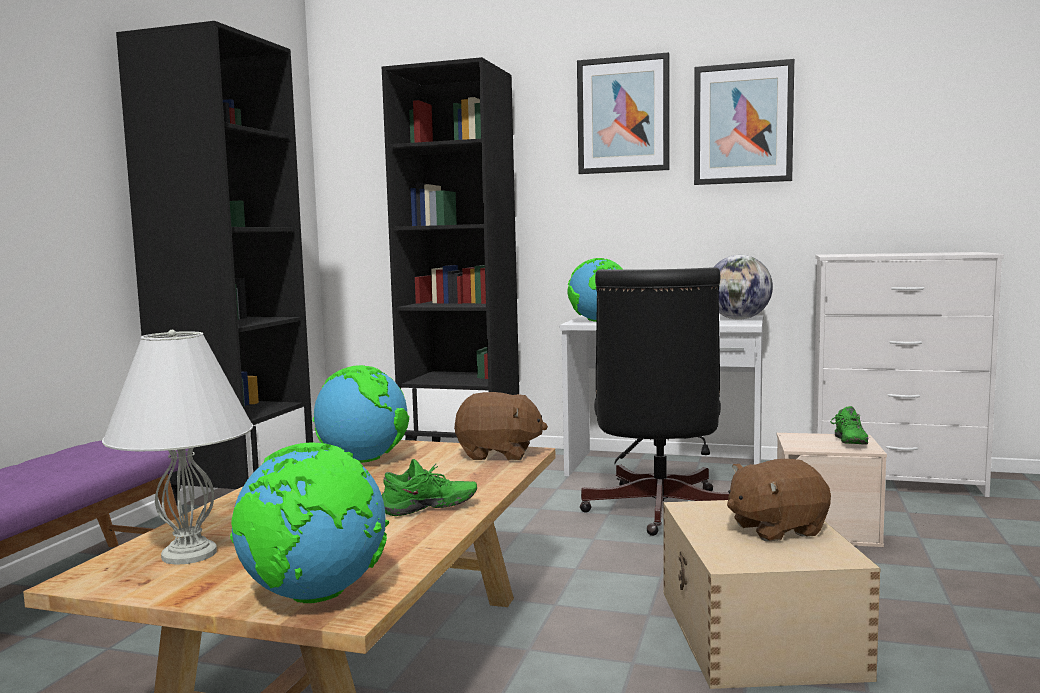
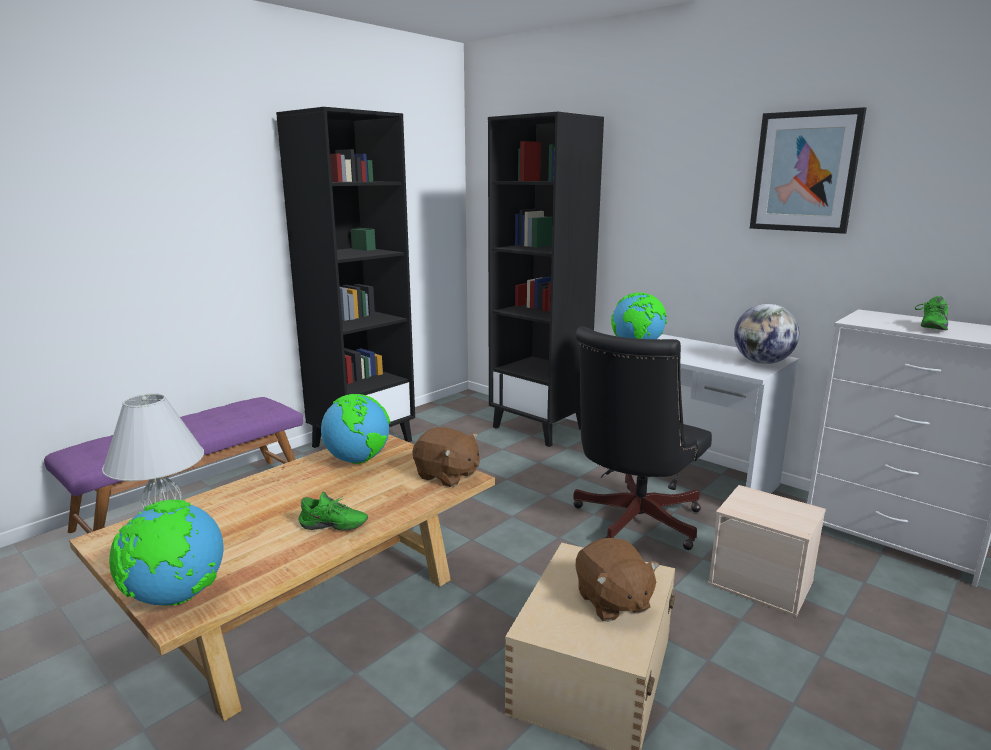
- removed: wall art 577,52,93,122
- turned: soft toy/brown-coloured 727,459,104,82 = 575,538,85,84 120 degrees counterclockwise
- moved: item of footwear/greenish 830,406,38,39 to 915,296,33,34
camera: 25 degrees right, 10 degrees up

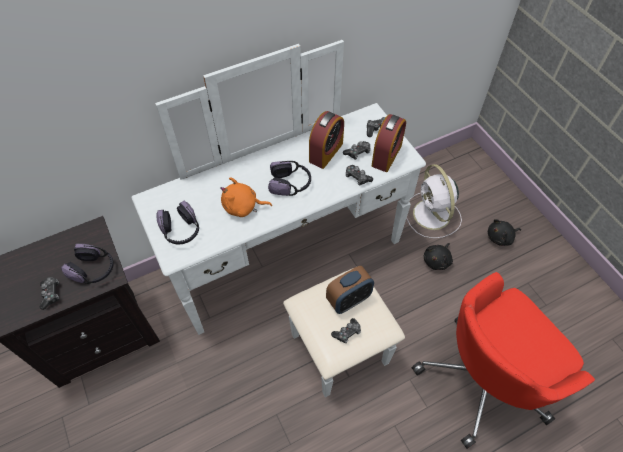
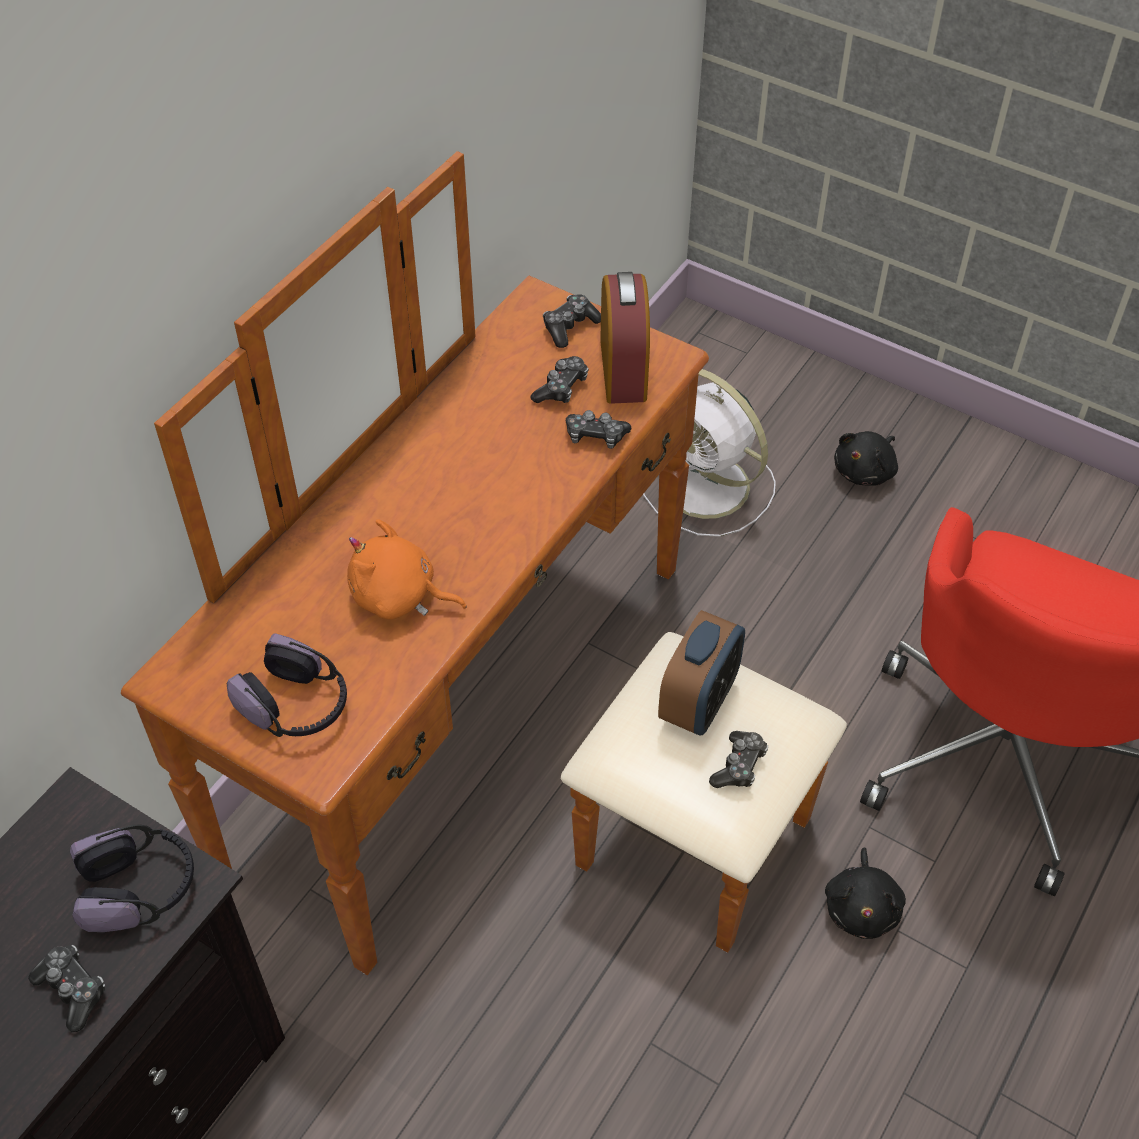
- recoloured: dresser/white-coloured 131,40,295,357 to dresser/brown-coloured 121,151,726,824
- turned: soft toy/orange-coloured 220,177,52,40 = 347,519,120,100 45 degrees clockwise
- removed: headset 268,161,43,35
- removed: bedside clock 309,111,35,58
- moved: soft toy/black 424,243,29,27 to 825,848,81,91
camera: 30 degrees left, 5 degrees down

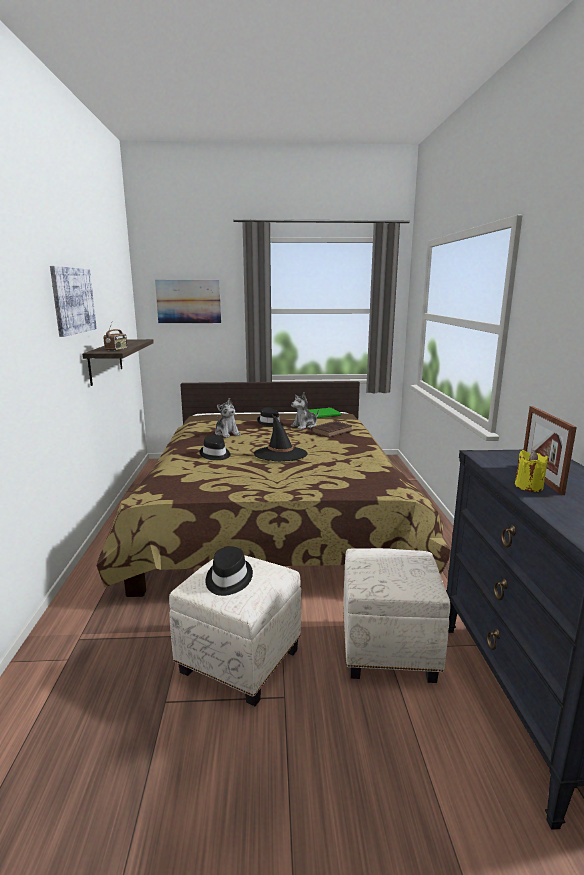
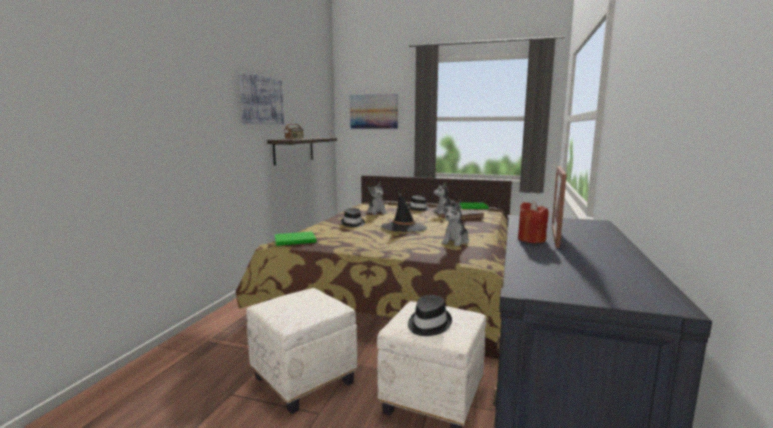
- moved: hat/black 205,547,48,49 to 408,295,44,41
- recoloured: wax candle/yellow 515,450,33,42 to wax candle/red-coloured 518,201,30,42
- added: bound book/greenish 274,231,43,15
- added: soft toy 442,202,27,44
camera: 20 degrees right, 5 degrees down

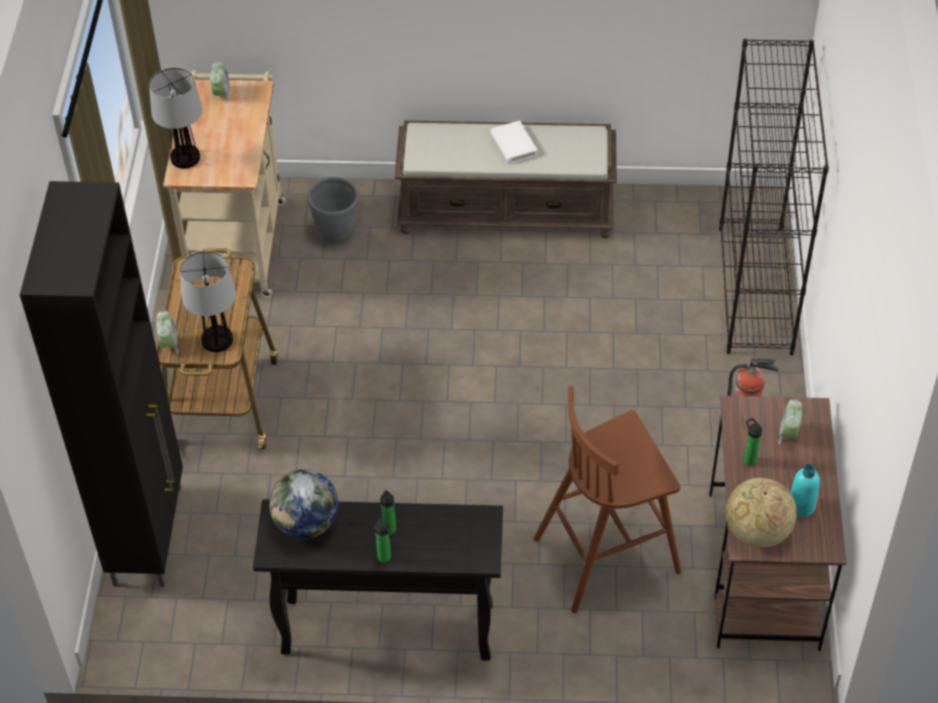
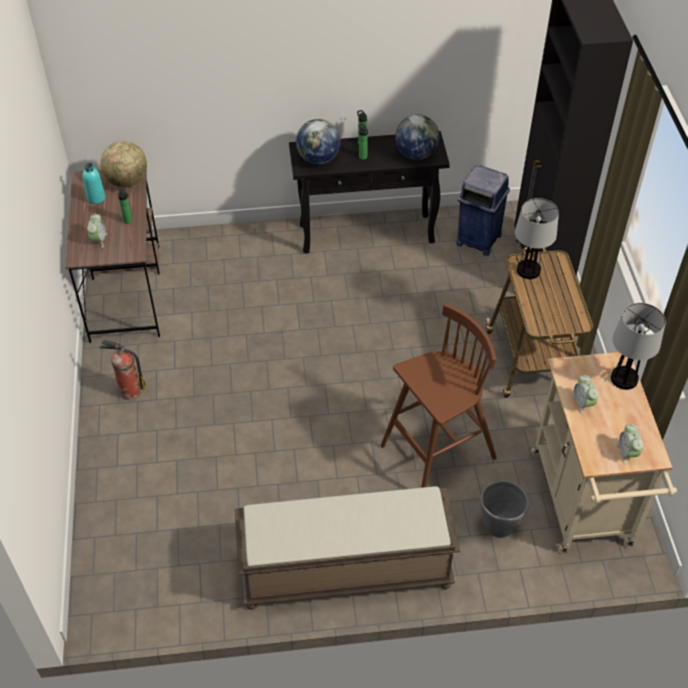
- moved: bedside clock 156,311,22,43 to 571,375,28,40
- removed: bound book/white-coloured 490,120,48,44
- moved: stool seat/brown-coloured 534,386,147,227 to 380,303,117,185
- removed: shelving unit/black 719,39,110,316
- added: globe 296,119,44,46
- added: rubbish bin/bluish 456,165,54,91
camera: 170 degrees right, 0 degrees up

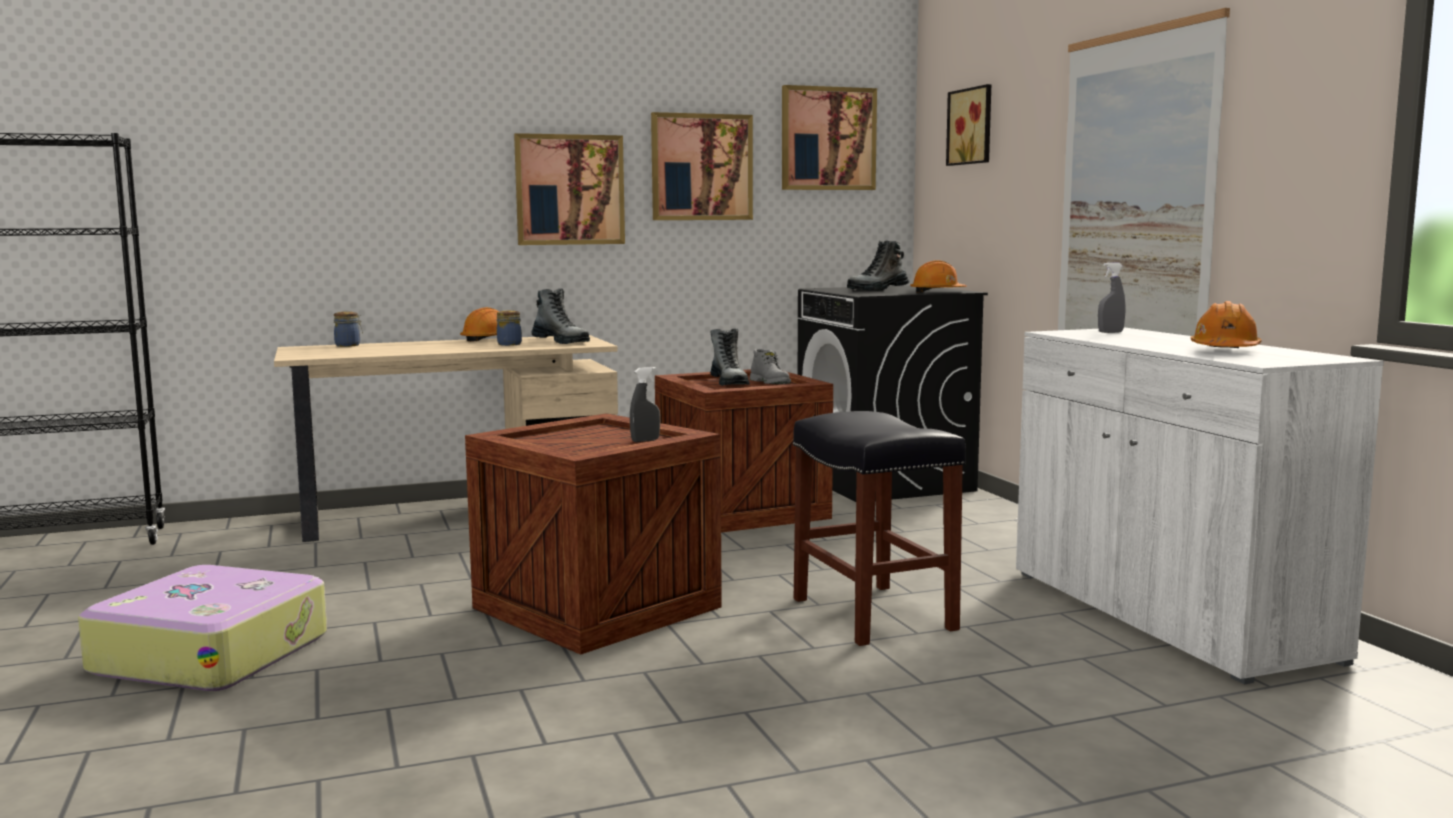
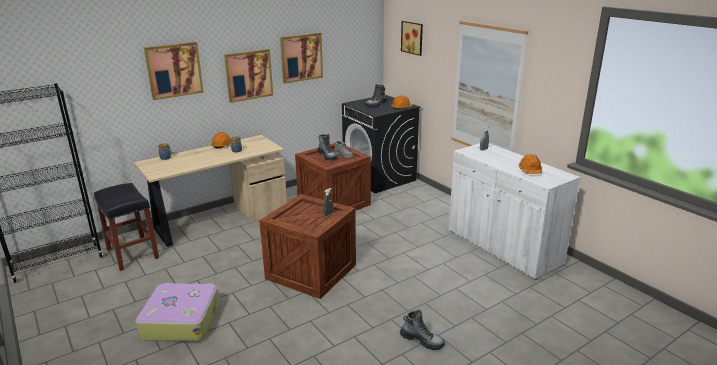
- moved: boot 532,288,58,56 to 400,309,45,41
- moved: wall art 782,85,95,105 to 144,42,60,58
- moved: stool seat/black 793,411,173,235 to 94,183,65,88
camera: 15 degrees left, 15 degrees up

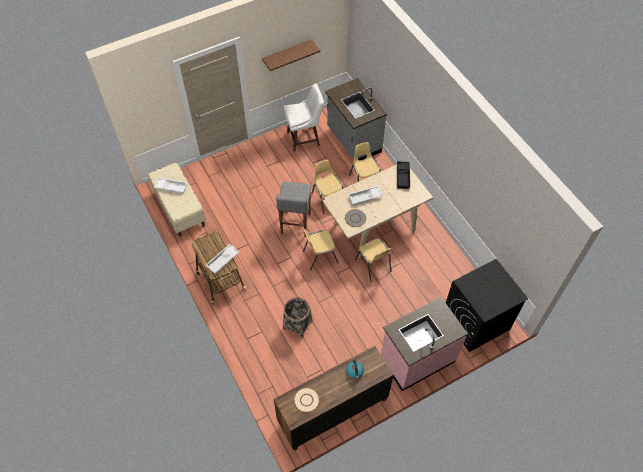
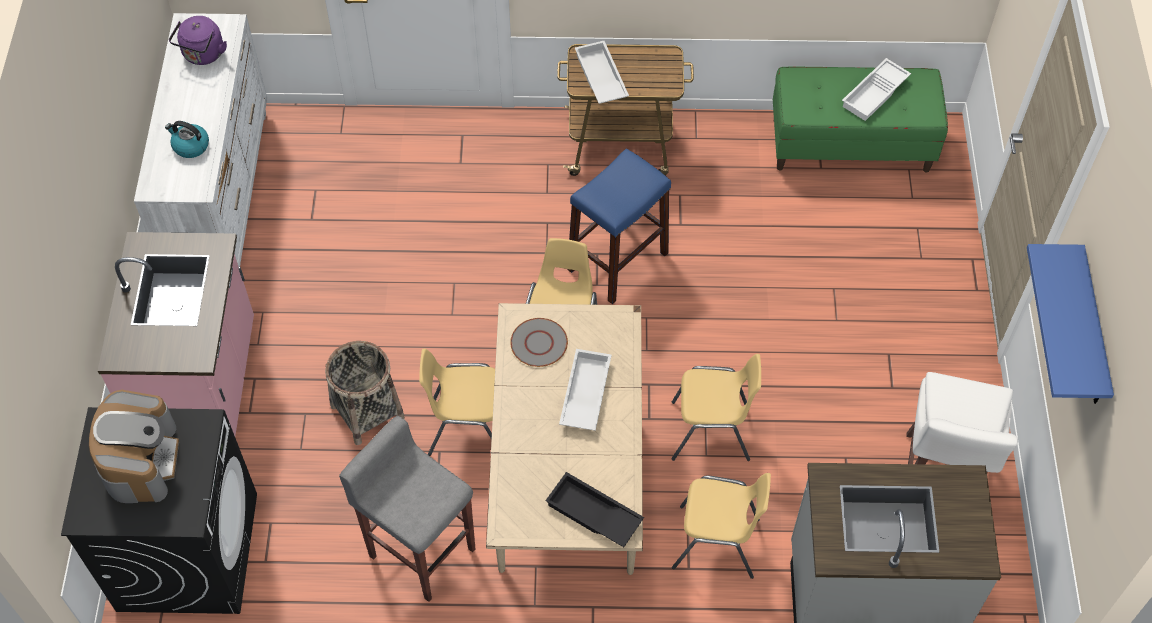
- recoloured: long seat/beige 148,162,58,75 to long seat/greenish 773,66,175,106
- recoloured: wall shelf/brown-coloured 262,39,58,32 to wall shelf/bluish 1027,244,87,160
- recoloured: dresser/brown-coloured 274,346,120,105 to dresser/white-coloured 134,13,133,254
- moved: stool seat/gray 276,182,35,55 to 339,416,136,186
- moved: basket 283,297,30,41 to 325,341,80,104
- replaced: flat dish/beige 294,388,26,24 to tea kettle/purple 169,16,58,49
- added: coffee brewer 89,390,90,113
- added: stool seat/bluish 567,148,104,156
camera: 120 degrees right, 0 degrees up

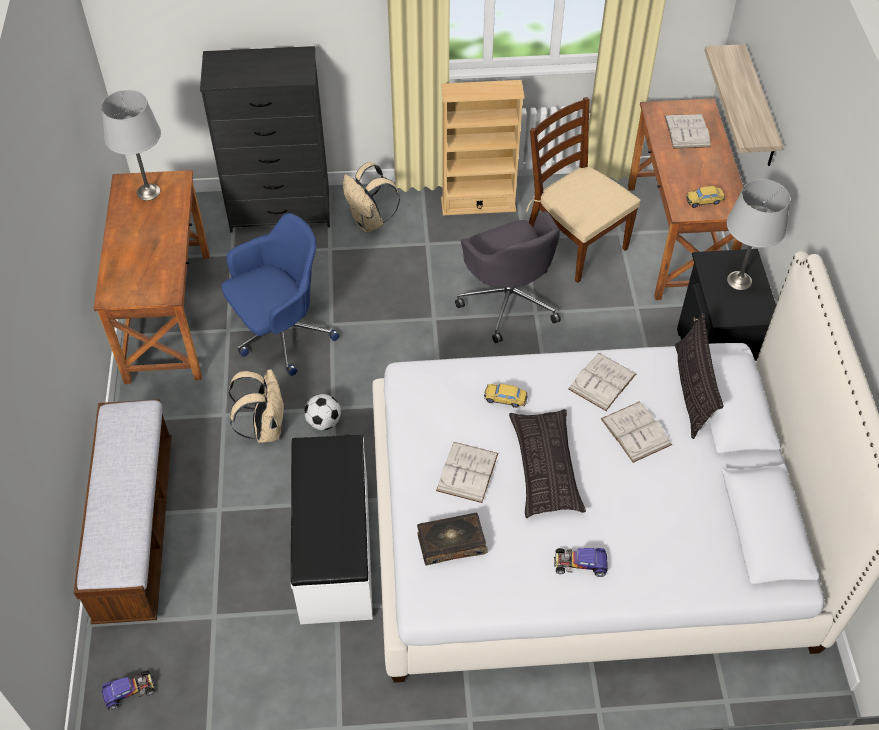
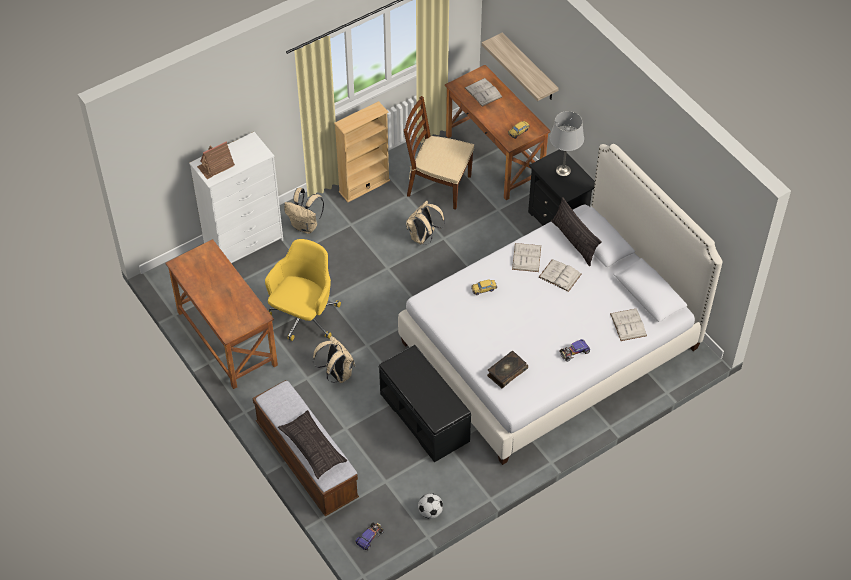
- removed: lamp for a table/gray 101,90,60,111
- recoloured: dresser/black 200,46,130,187 to dresser/white-coloured 189,132,94,131
- recoloured: office chair/bluish 221,213,119,163 to office chair/yellow 265,239,76,102
- recoloured: long seat/white-coloured 291,434,82,190 to long seat/black 379,345,92,117
- moved: football ball 304,394,37,36 to 418,493,25,26
- moved: bound book/white-coloured 436,442,62,61 to 610,309,37,32
- replaced: office chair/gray 455,211,106,132 to rucksack/beige 406,200,39,45
- moved: cushion 509,409,77,109 to 278,410,70,69
- added: toy house 197,141,38,38
camera: 30 degrees left, 0 degrees up

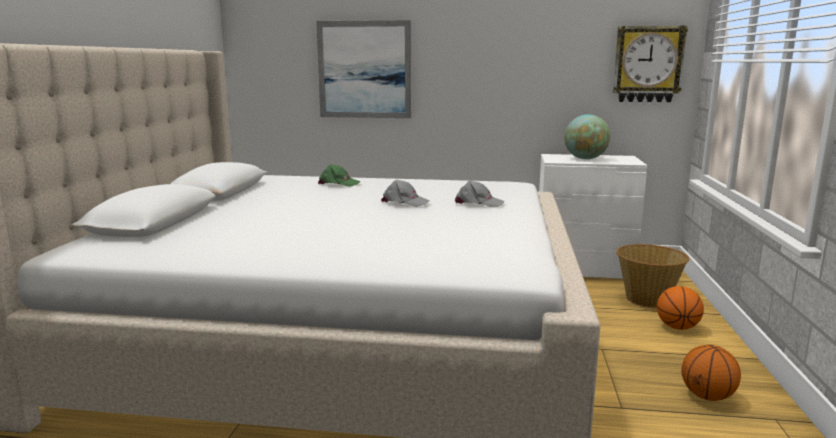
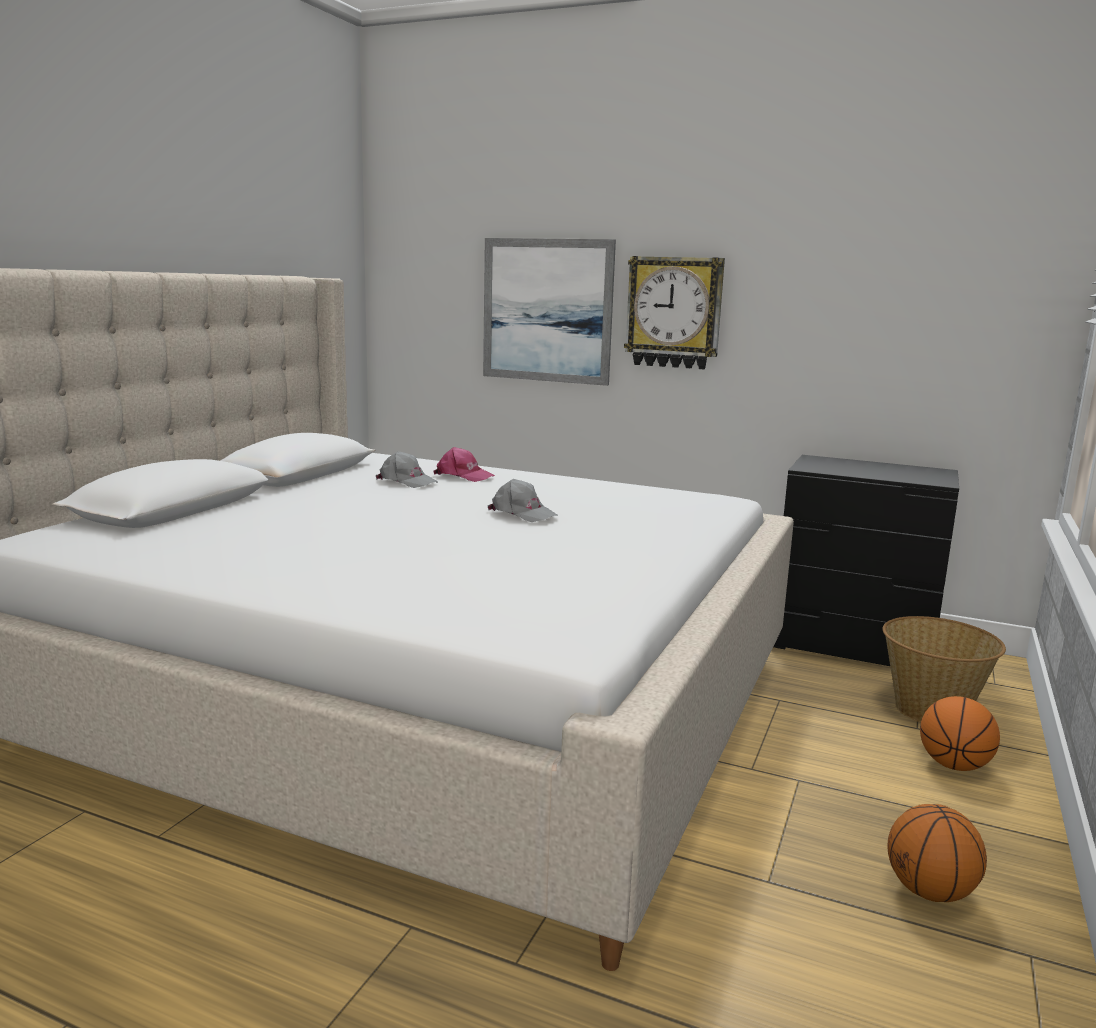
- recoloured: cap/greenish 318,164,43,23 to cap/pinkish 433,447,62,35
- moved: cap/gray 455,181,49,27 to 376,451,62,37
- recoloured: dresser/white-coloured 539,154,108,125 to dresser/black 773,455,186,211
- removed: globe 564,114,46,45
- moved: hanging clock 613,26,75,76 to 624,256,101,113
camera: 15 degrees right, 0 degrees up

